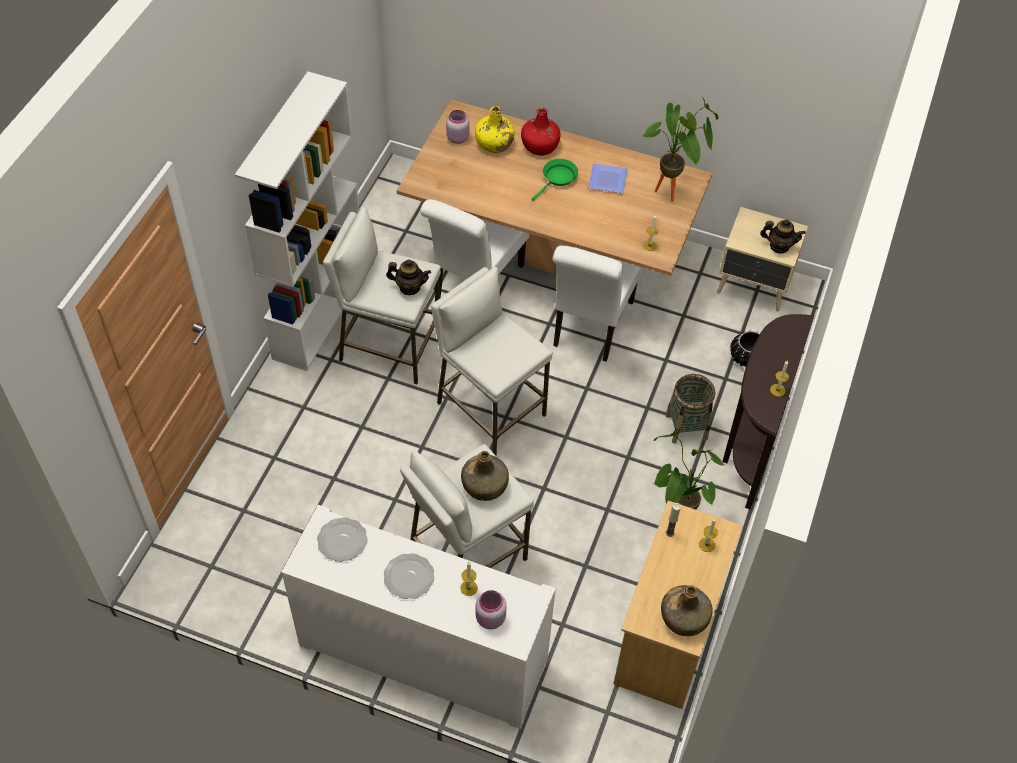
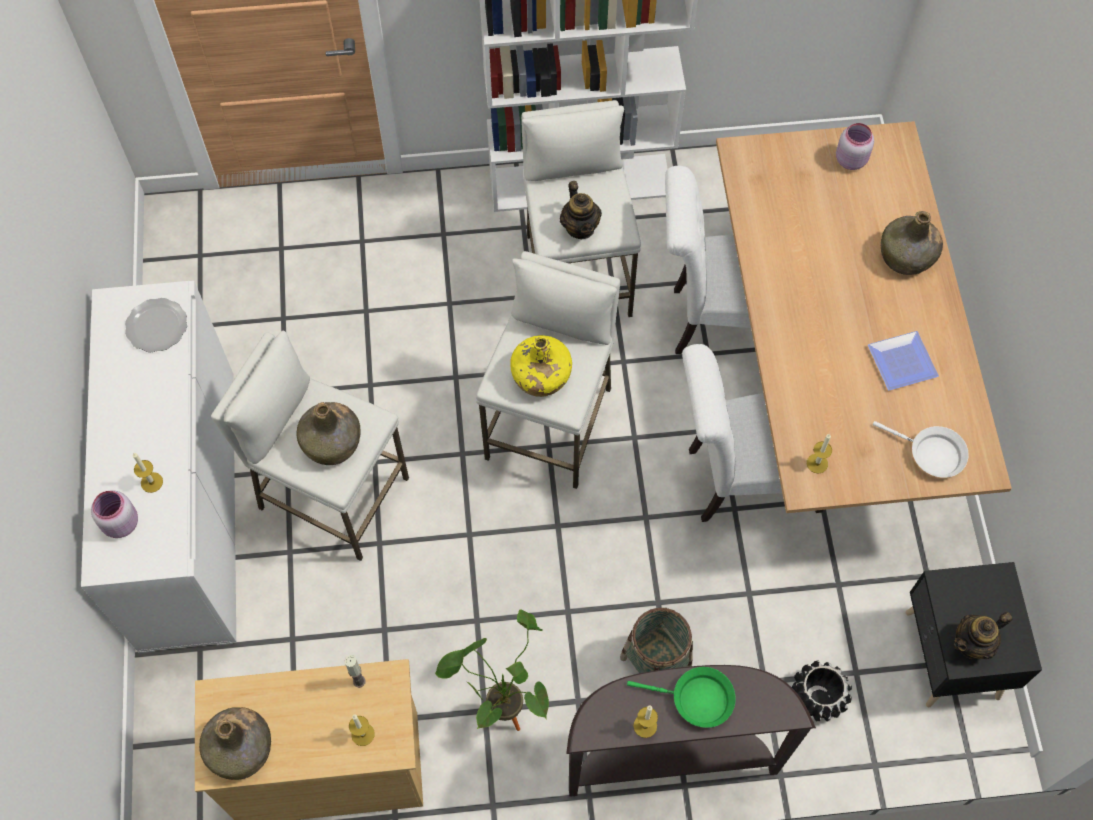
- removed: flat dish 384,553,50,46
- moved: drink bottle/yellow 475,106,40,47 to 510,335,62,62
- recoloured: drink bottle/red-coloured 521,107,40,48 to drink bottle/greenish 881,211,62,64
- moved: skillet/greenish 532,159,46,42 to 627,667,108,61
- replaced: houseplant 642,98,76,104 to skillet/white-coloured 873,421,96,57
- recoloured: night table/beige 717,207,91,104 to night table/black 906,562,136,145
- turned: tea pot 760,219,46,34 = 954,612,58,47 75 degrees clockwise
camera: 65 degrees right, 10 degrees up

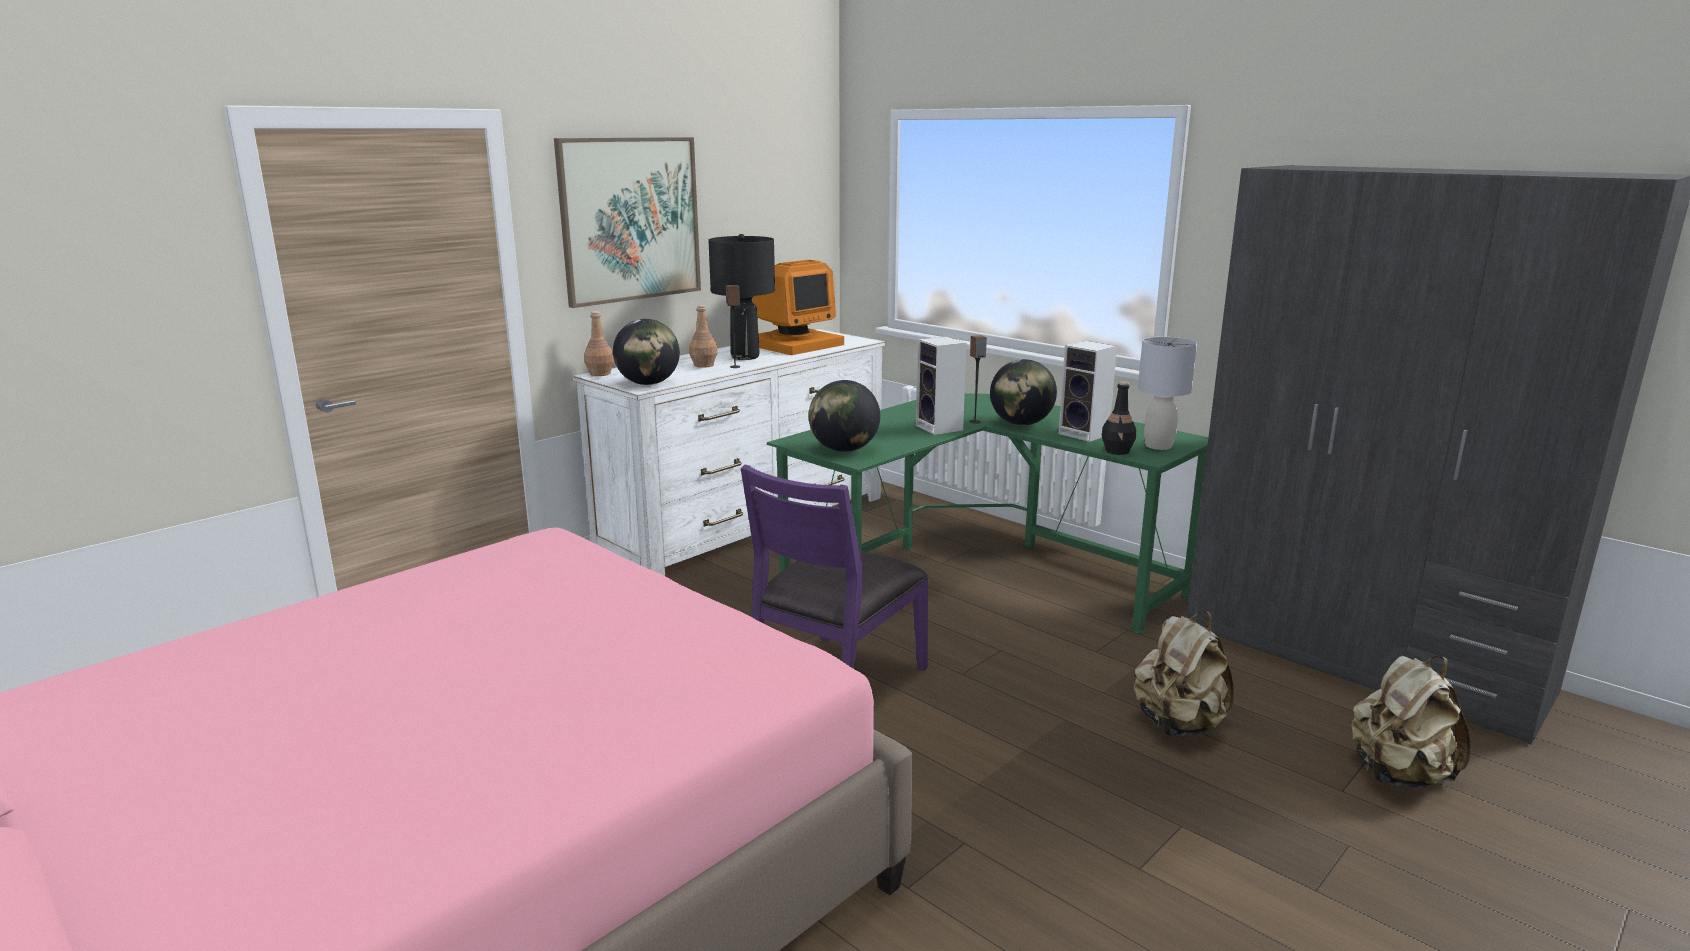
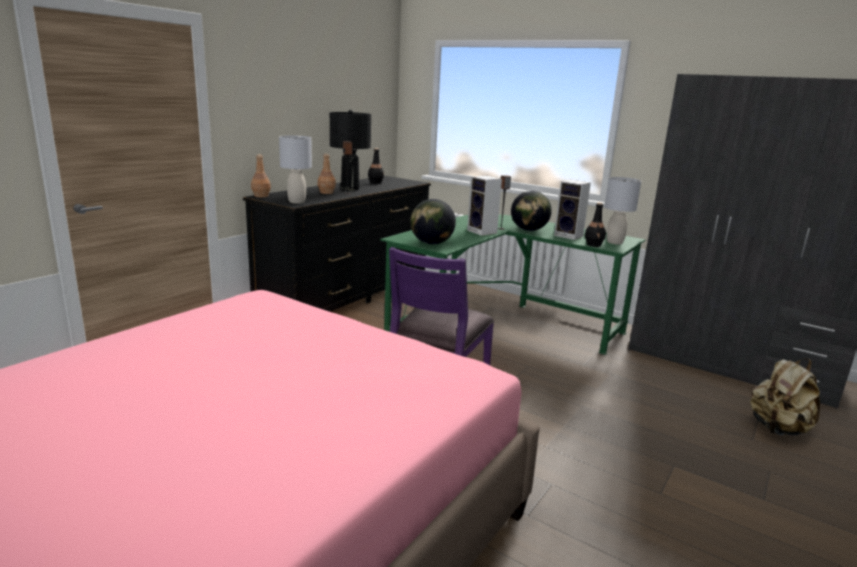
- removed: wall art 554,137,147,171
- recoloured: dresser/white-coloured 572,329,313,247 to dresser/black 243,176,188,136
- replaced: globe 613,319,67,66 to lamp for a table/gray 279,135,33,69
- replaced: monitor 752,260,92,95 to drink bottle/black 368,148,16,36
- removed: rucksack/beige 1134,611,100,126
camera: 10 degrees left, 0 degrees up

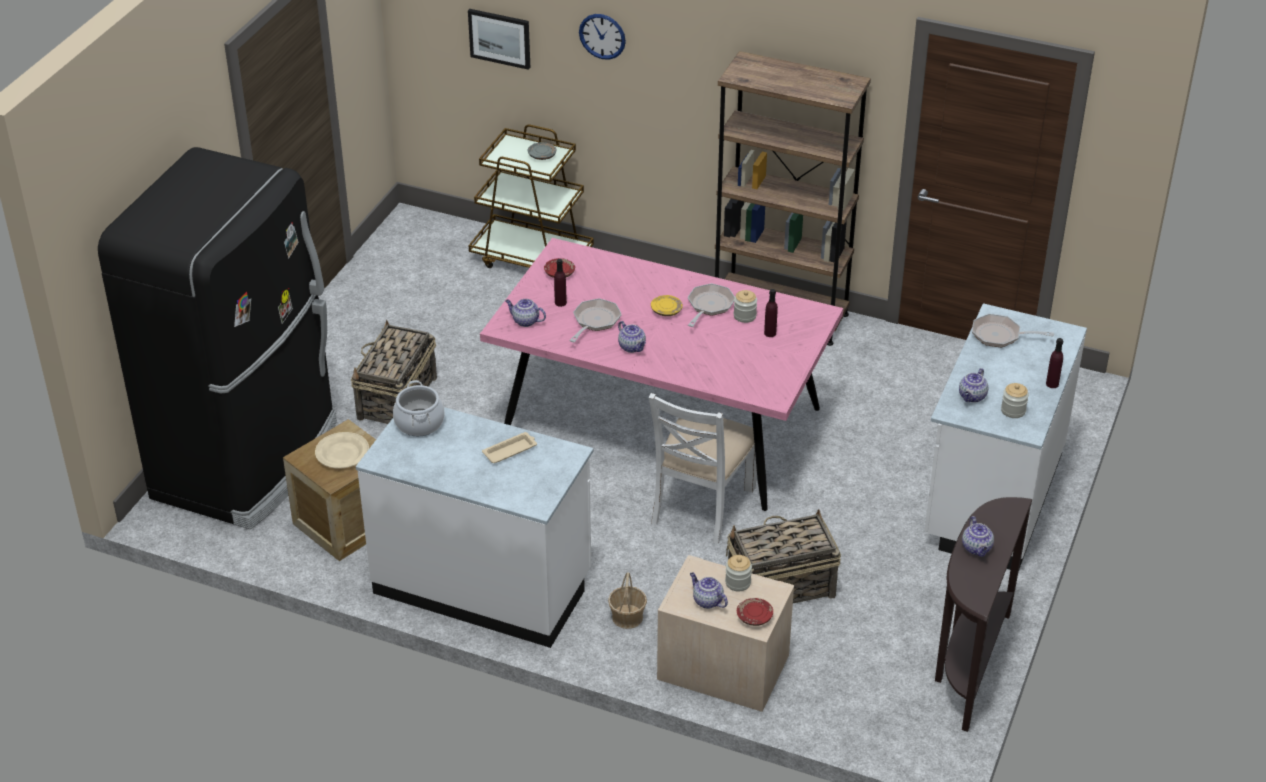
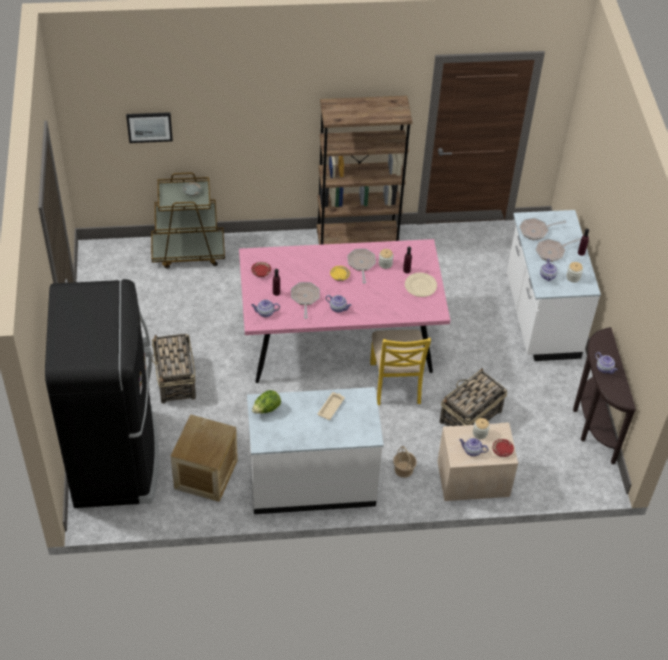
- moved: flat dish/beige 315,432,54,37 to 405,273,32,24
- replaced: saucepot 393,380,52,56 to lettuce head 252,390,29,24
- removed: hanging clock 579,14,47,46
- recoloured: plain chair/white-coloured 649,393,108,151 to plain chair/yellow 370,330,61,75
- added: skillet 536,238,45,24
camera: 30 degrees left, 10 degrees up

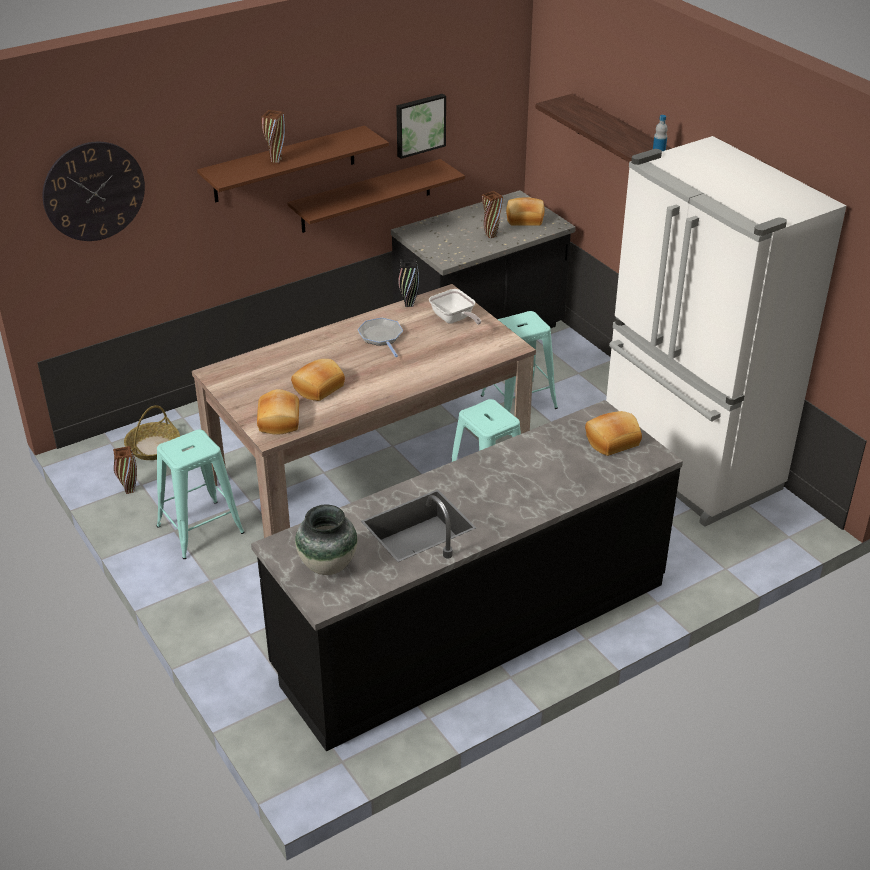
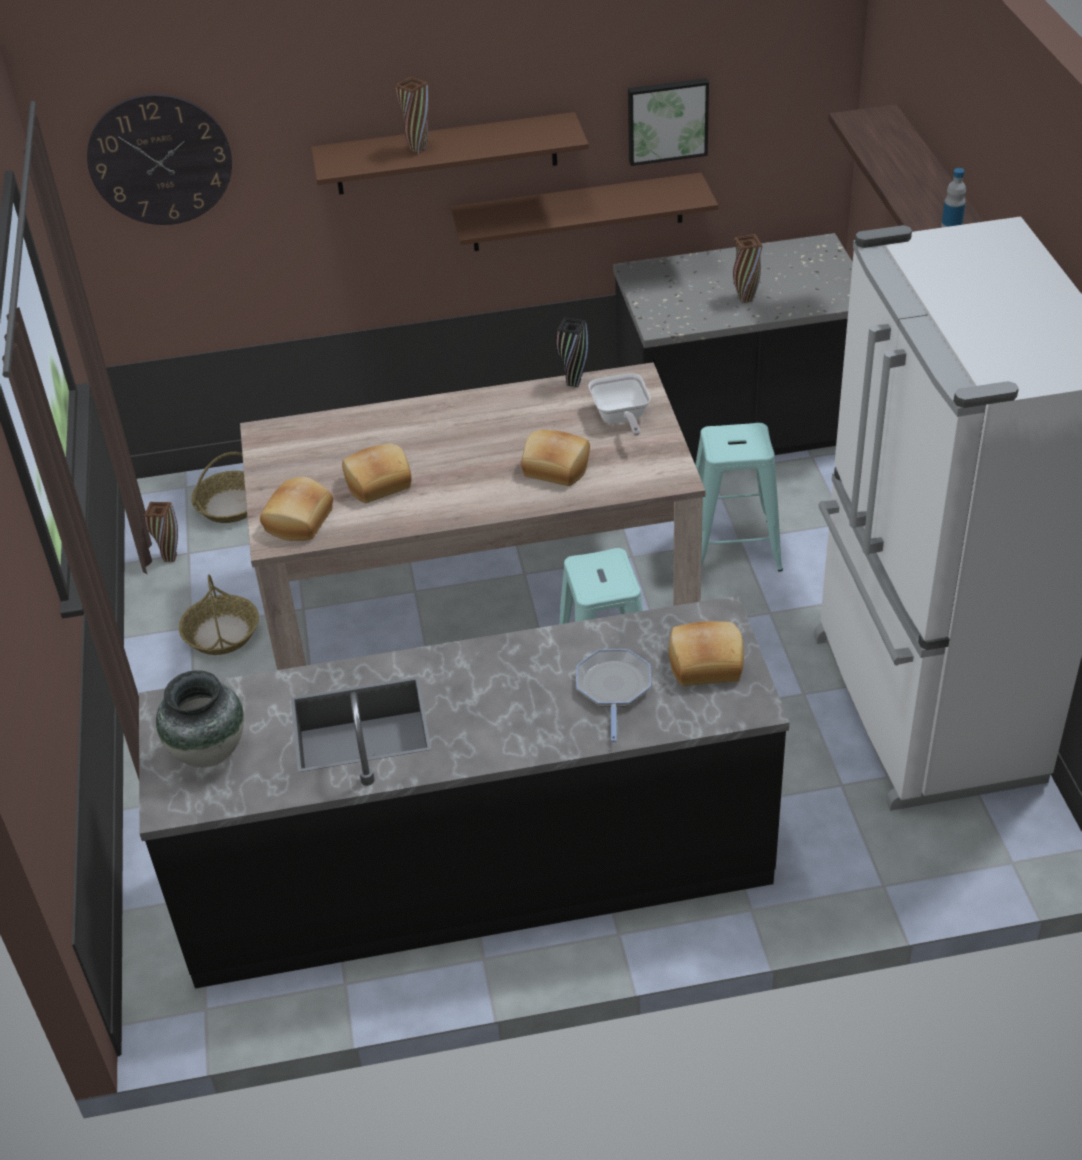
- replaced: stool seat/turquoise-coloured 157,429,88,130 to basket 179,574,80,81
- moved: skillet 358,318,45,39 to 576,649,75,93
- moved: bread 506,197,38,29 to 521,430,69,56
camera: 25 degrees right, 5 degrees up

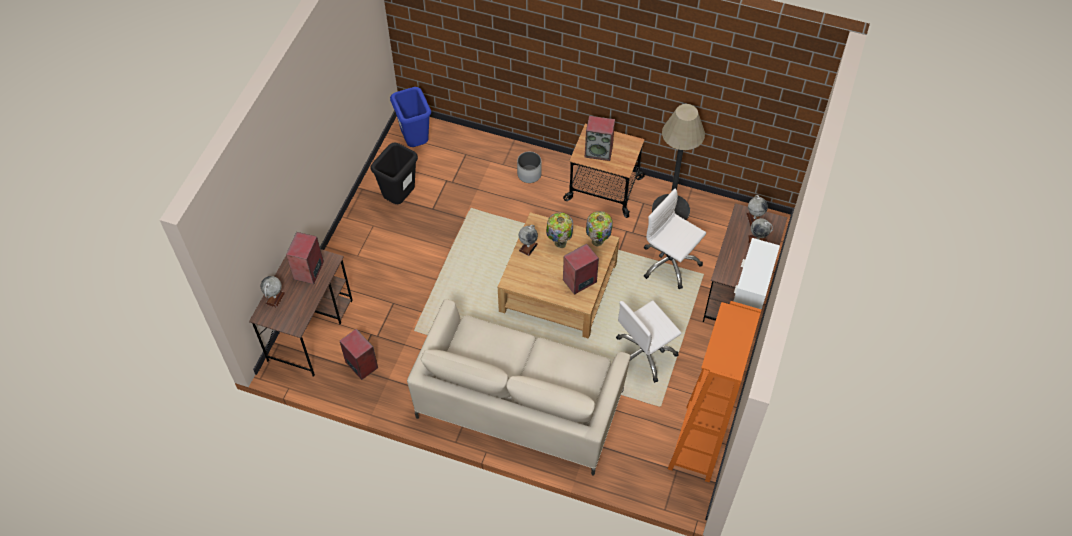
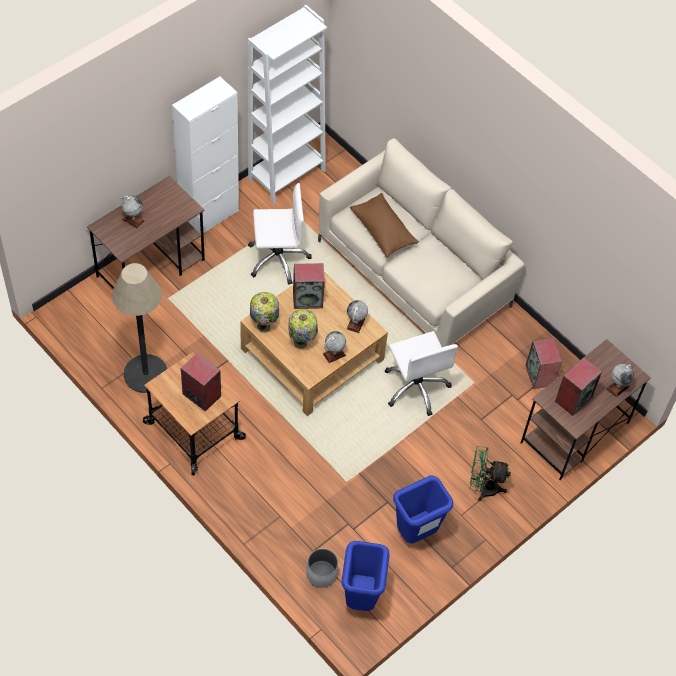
- recoloured: rubbish bin/black 371,143,47,61 to rubbish bin/bluish 393,475,60,69
- moved: planter/white-coloured 517,152,25,31 to 306,548,32,40
- moved: office chair/white-coloured 644,189,62,100 to 385,331,73,85
- recoloured: shelving unit/orange-coloured 668,301,93,182 to shelving unit/white-coloured 248,5,79,199
- moved: globe 746,195,22,31 to 347,300,21,33
- added: cushion/brown-coloured 350,193,69,64
- added: electric fan/greenish 470,446,41,55
camera: 155 degrees left, 0 degrees up

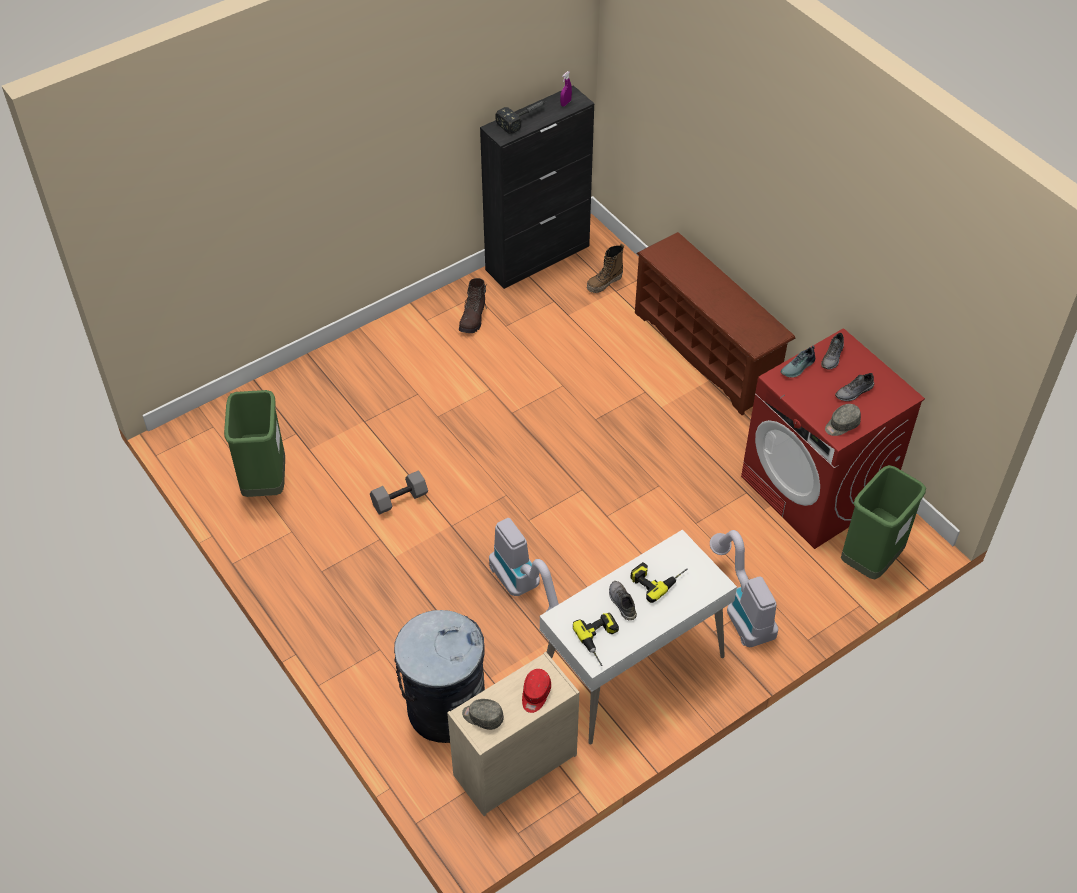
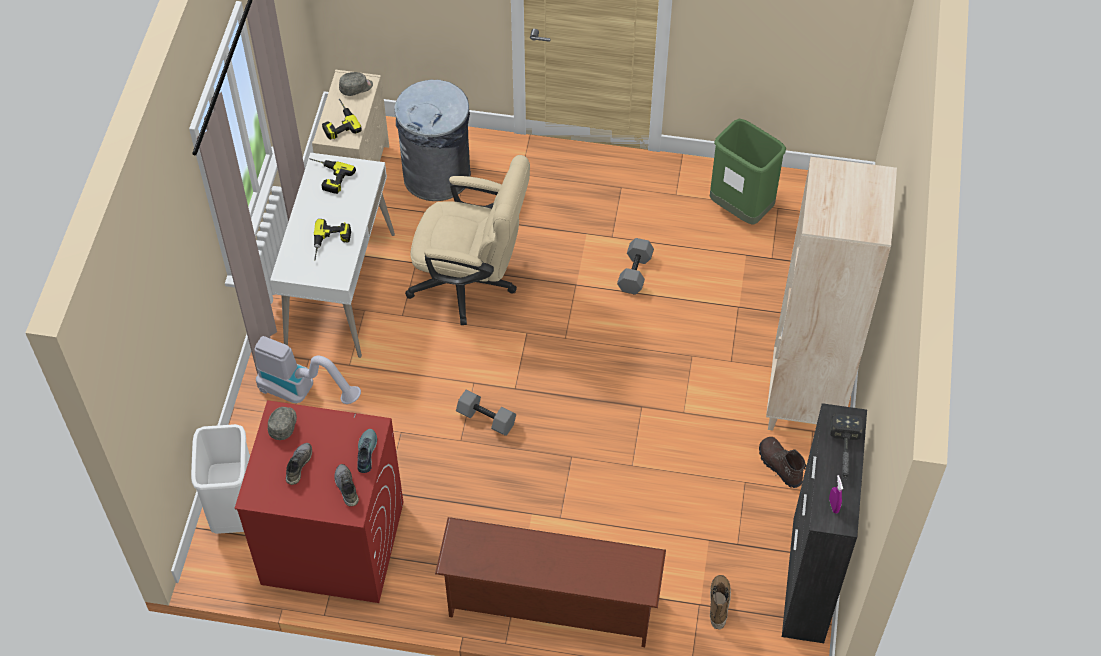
- replaced: hoover 489,518,70,94 to office chair/beige 405,155,125,170
- replaced: cap/red-coloured 522,669,29,44 to drill 322,99,39,41
- removed: item of footwear/gray 609,581,28,39
- recoloured: rubbish bin/greenish 841,465,85,115 to rubbish bin/white-coloured 191,424,59,110
- added: free weight/gray 456,390,60,46
- added: shelving unit/beige 766,157,131,274
camera: 135 degrees right, 5 degrees up

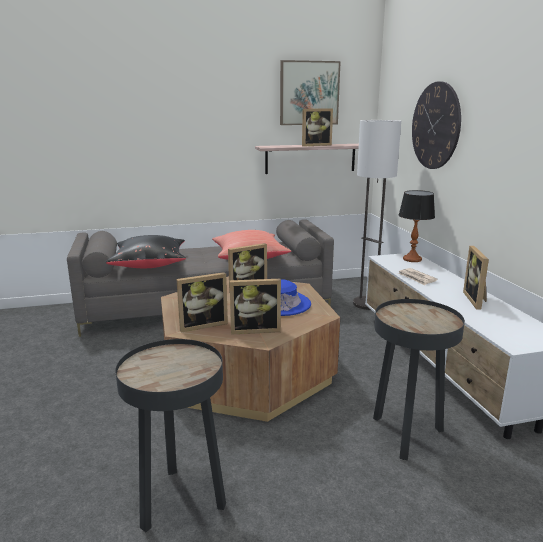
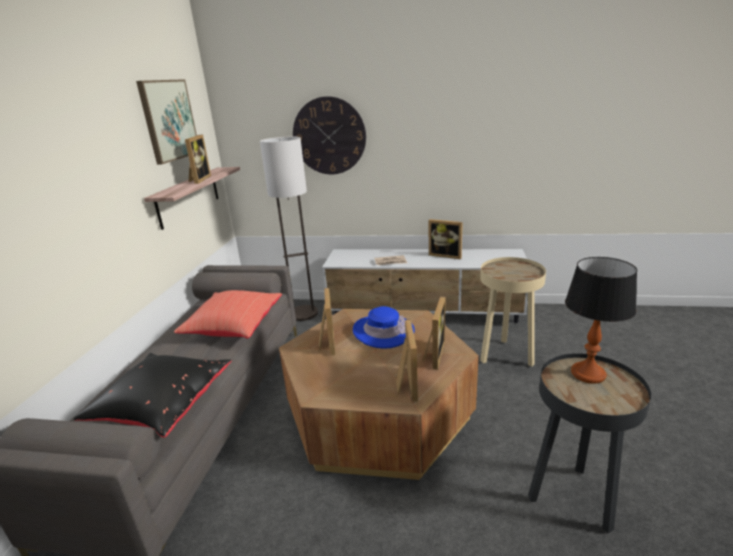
- recoloured: end table/black 373,299,92,161 to end table/beige 480,257,66,109
- moved: lamp for a table 399,190,36,72 to 565,257,72,127
camera: 65 degrees left, 5 degrees up

